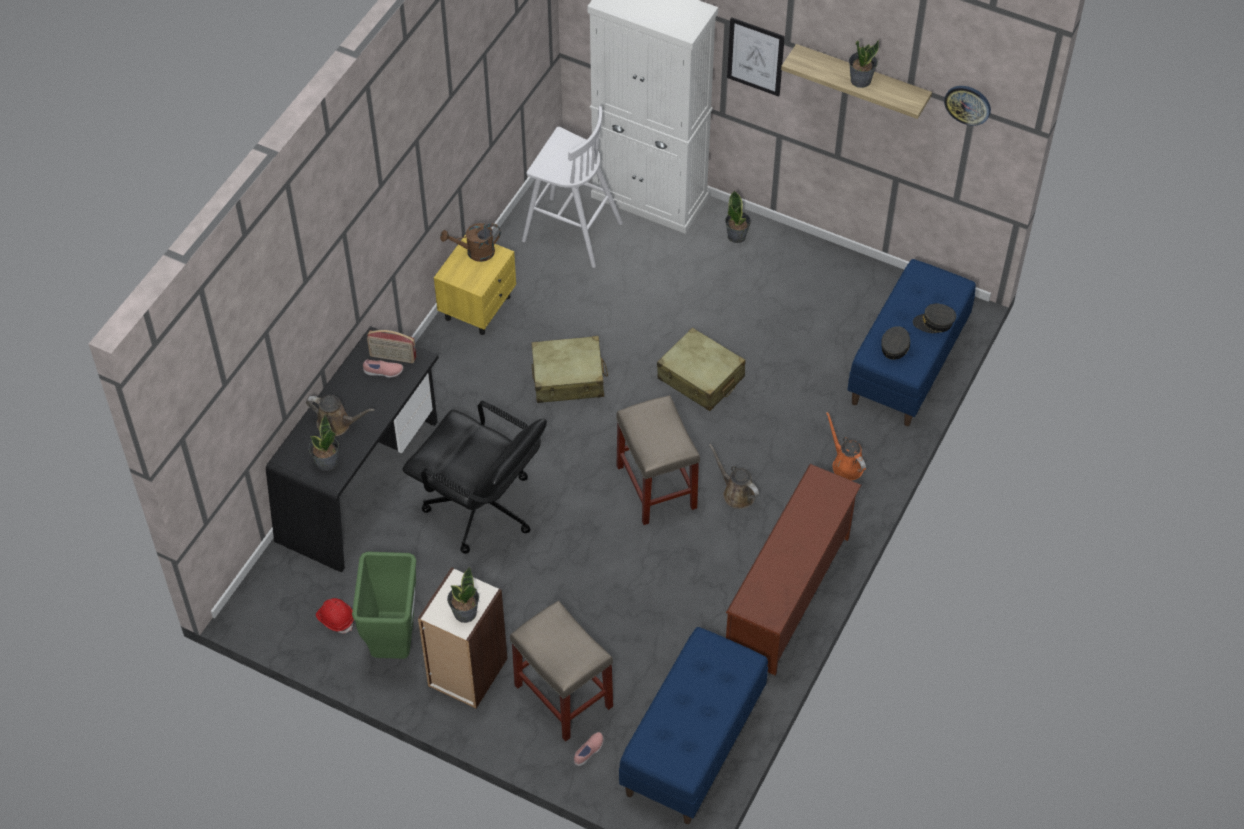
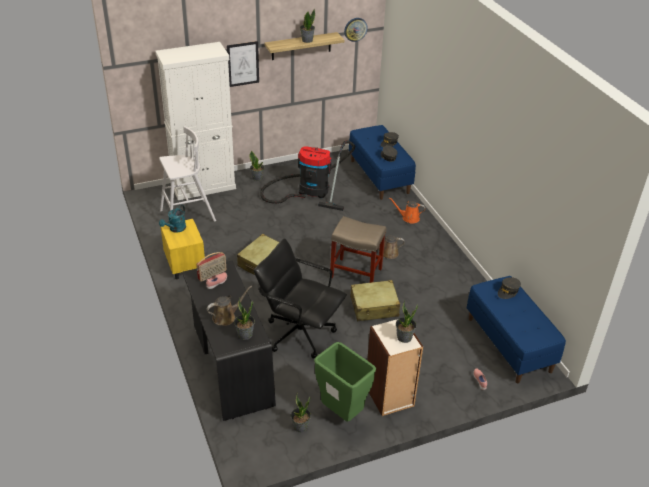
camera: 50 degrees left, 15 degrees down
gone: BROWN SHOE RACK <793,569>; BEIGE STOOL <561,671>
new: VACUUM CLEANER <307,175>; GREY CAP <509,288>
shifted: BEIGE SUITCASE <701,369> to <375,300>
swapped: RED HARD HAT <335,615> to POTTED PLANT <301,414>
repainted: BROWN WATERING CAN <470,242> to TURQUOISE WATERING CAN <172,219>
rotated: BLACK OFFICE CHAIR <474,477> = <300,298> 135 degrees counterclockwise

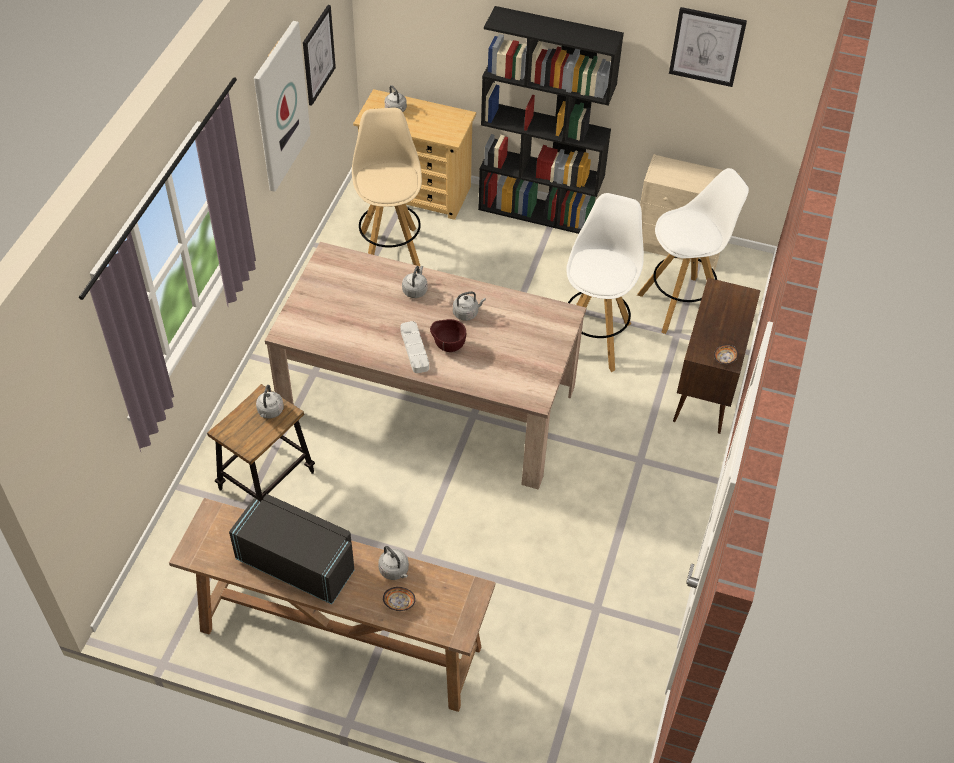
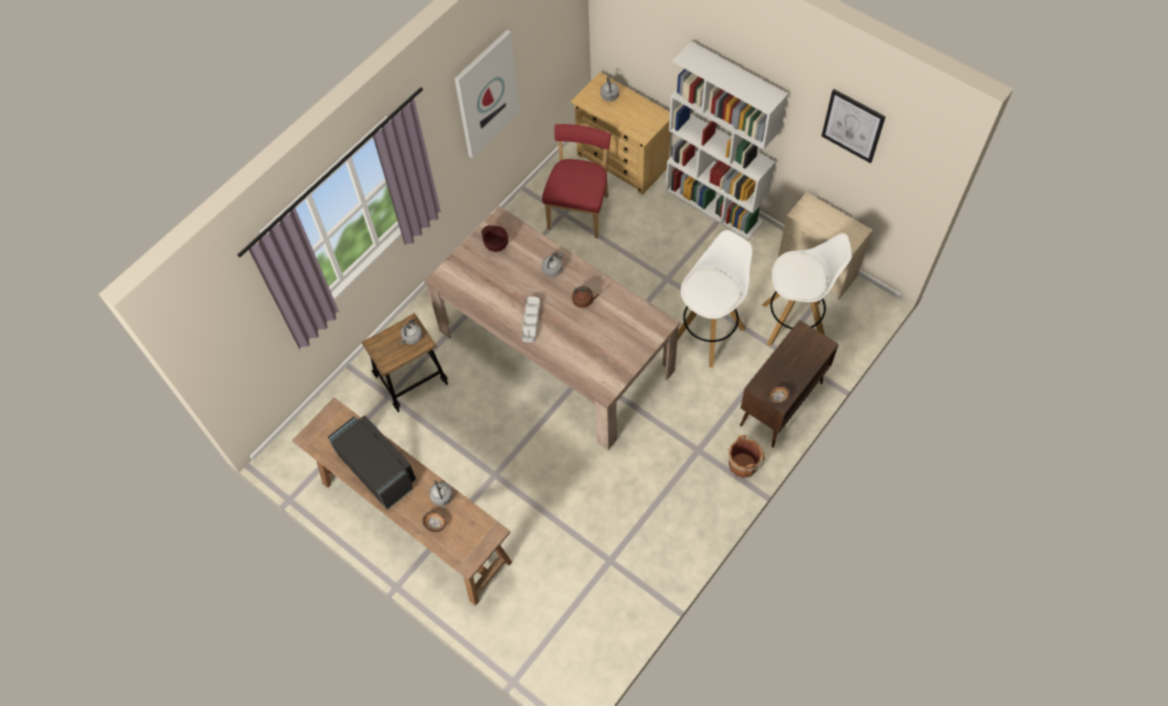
camera: 25 degrees right, 10 degrees up
gone: PICTURE <319,55>
new: BROWN BUCKET <746,457>
shifted: BROWN BOWL <448,335> to <494,238>
swapped: BEIGE STOOL <387,187> to RED CHAIR <576,181>
repainted: BLACK BOOKCASE <551,120> to WHITE BOOKCASE <726,140>; GREY KETTLE <469,306> to BROWN KETTLE <585,297>

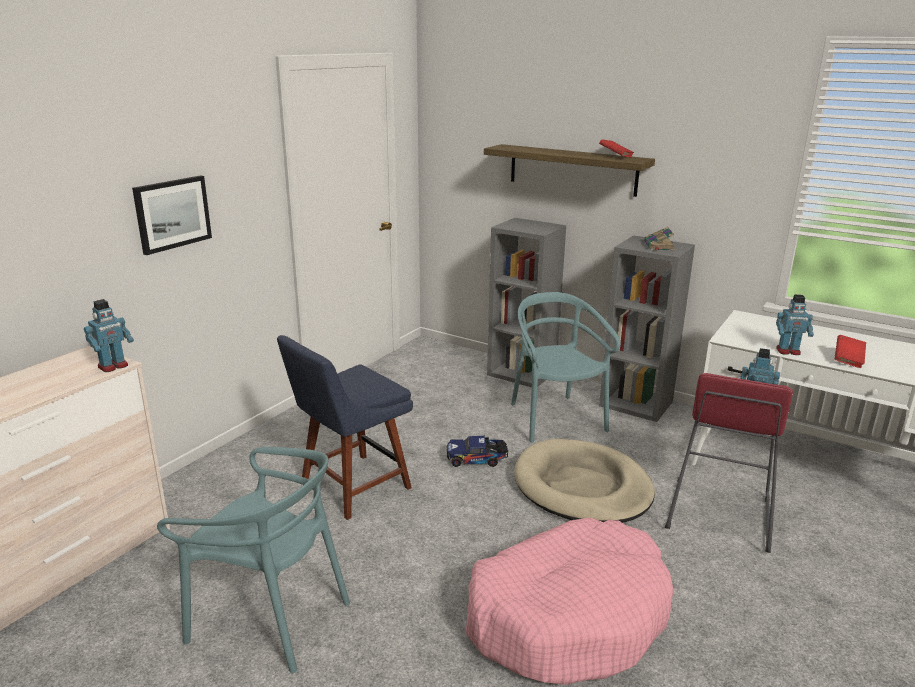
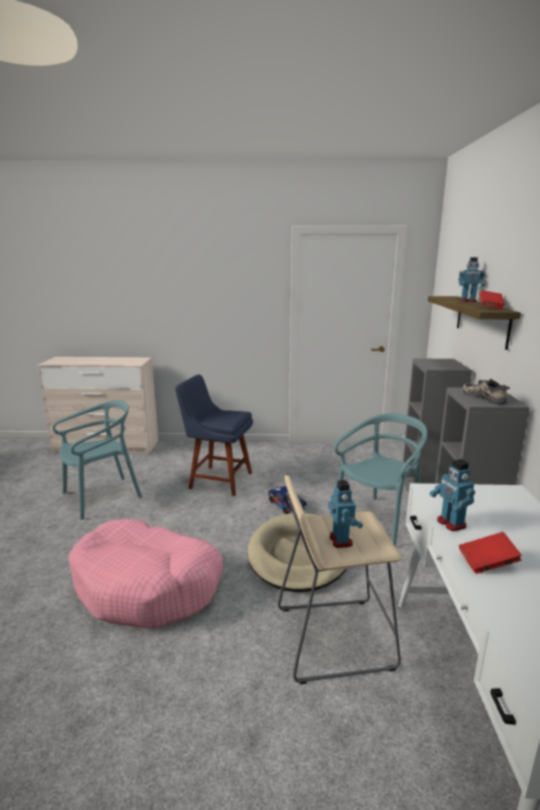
camera: 60 degrees right, 5 degrees down
gone: PICTURE <172,215>
shifted: TOY ROBOT <109,335> to <471,279>
swapped: BOOK <659,239> to SHOE <486,392>
repainted: RED STOOL <729,463> to BEIGE STOOL <340,579>
rotated: TURQUOISE CHAIR <253,560> = <97,460> 120 degrees counterclockwise

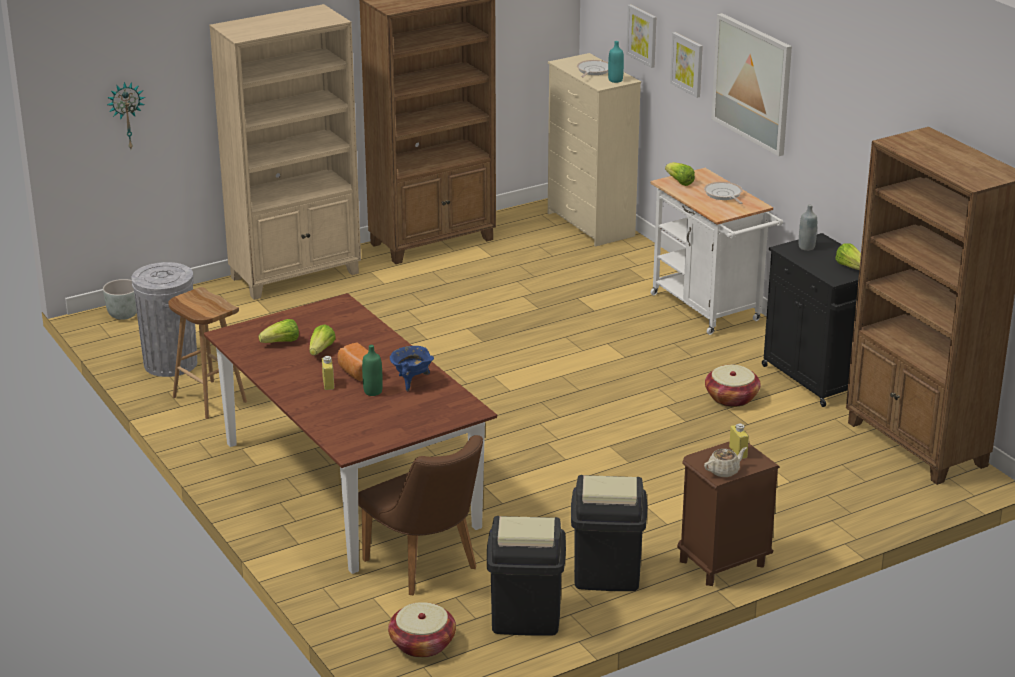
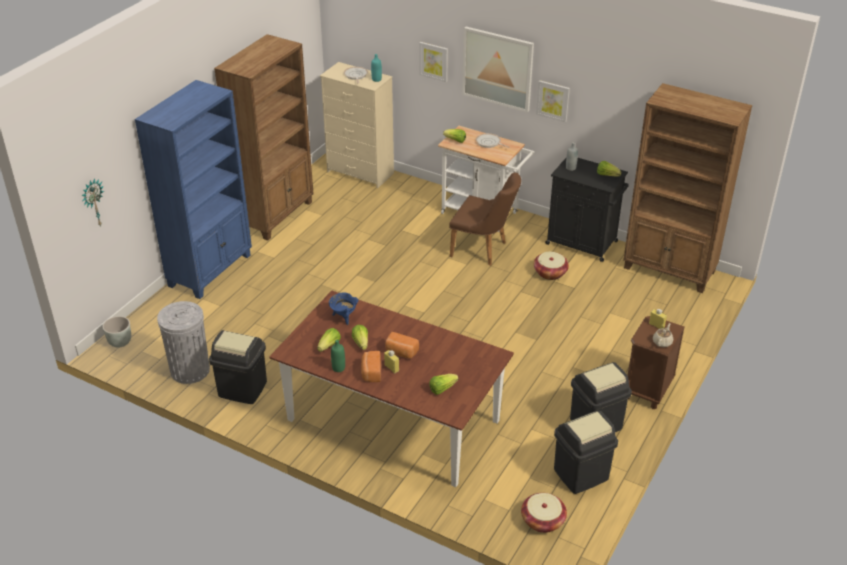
camera: 30 degrees left, 10 degrees up
new: BREAD <371,366>; LETTUCE <444,384>
shifted: PICTURE <641,36> to <553,101>; GREEN BOTTLE <372,370> to <338,356>; BLUE COOKING POT <412,369> to <343,309>; BROWN CHAIR <420,515> to <485,219>
swapped: BROWN STOOL <207,353> to BLACK TRASH CAN <238,367>
repainted: BEIGE BOOKCASE <285,152> to BLUE BOOKCASE <193,189>

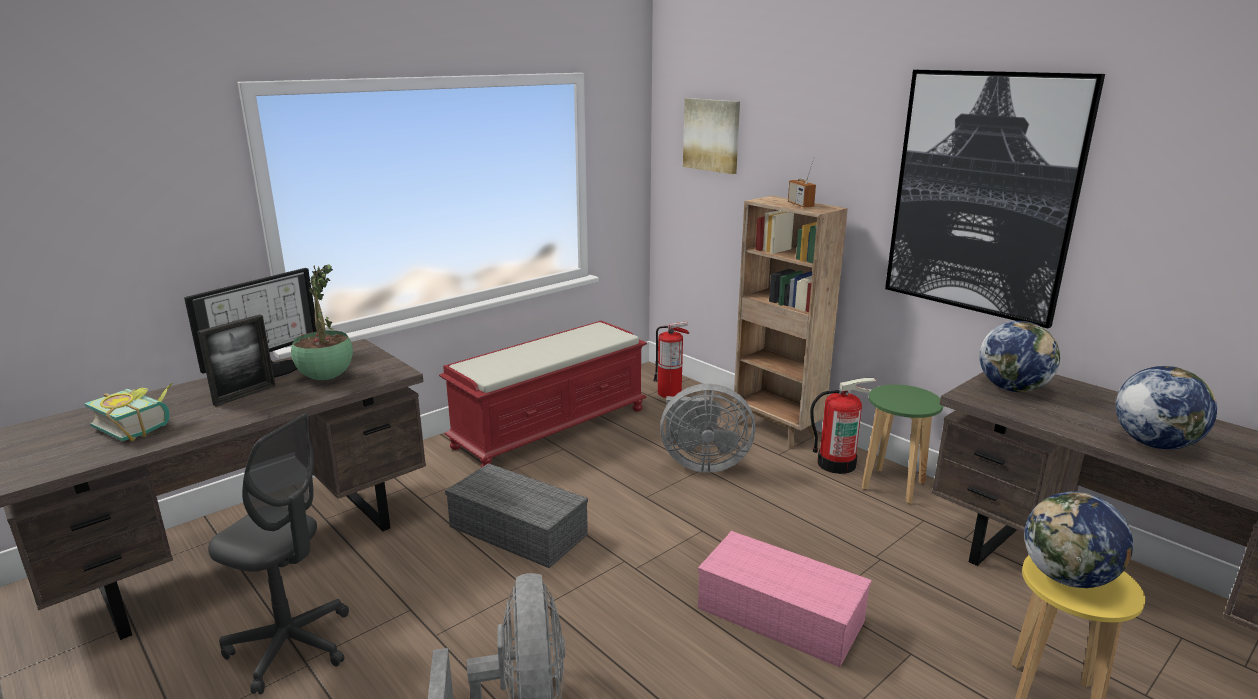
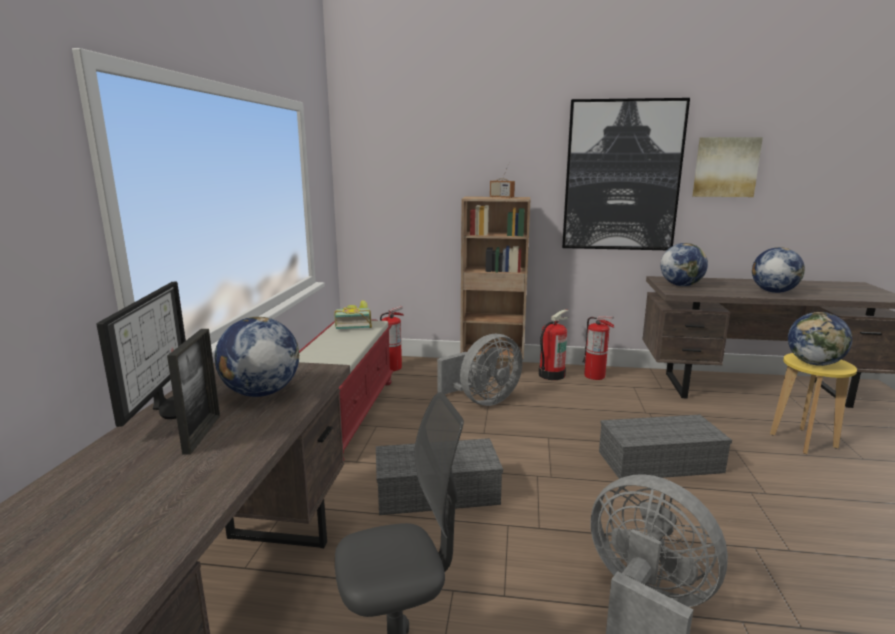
camera: 40 degrees left, 5 degrees down
shifted: PICTURE <711,136> to <727,167>; BOOK <128,412> to <353,314>
swapped: POTTED PLANT <322,322> to GLOBE <256,357>; GREEN STOOL <902,444> to FIRE EXTINGUISHER <598,348>
repainted: PINK STORAGE BOX <785,599> to GREY STORAGE BOX <665,447>

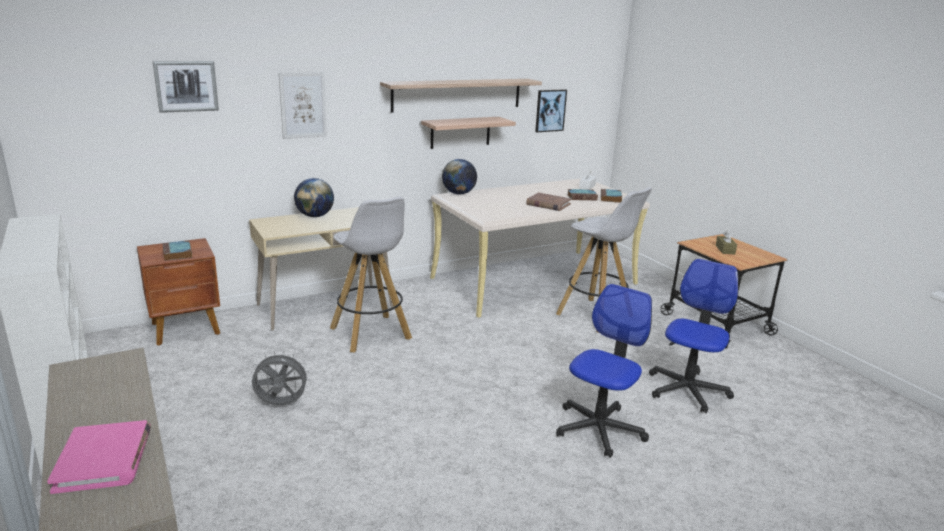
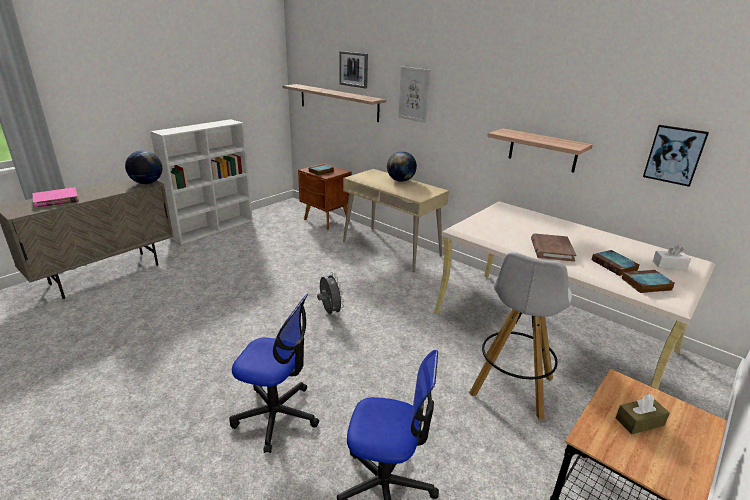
camera: 70 degrees right, 5 degrees up
gone: WHITE STOOL <371,274>
shifted: SHELF <461,96> to <334,103>; GLOBE <459,177> to <143,167>; GREY FAN <280,378> to <330,293>

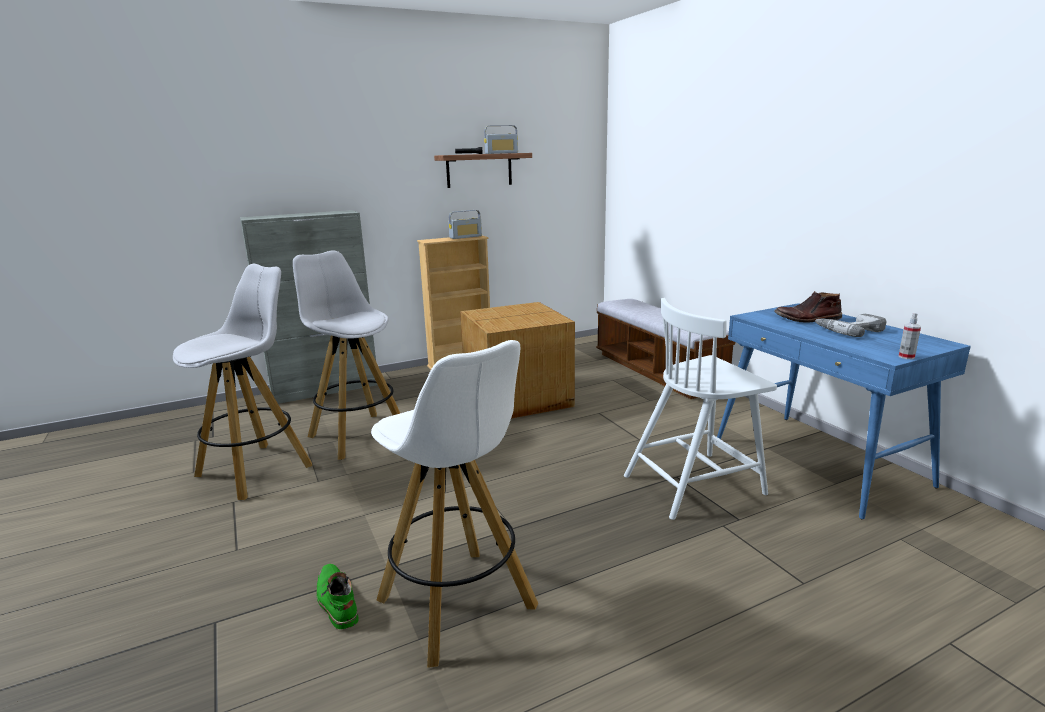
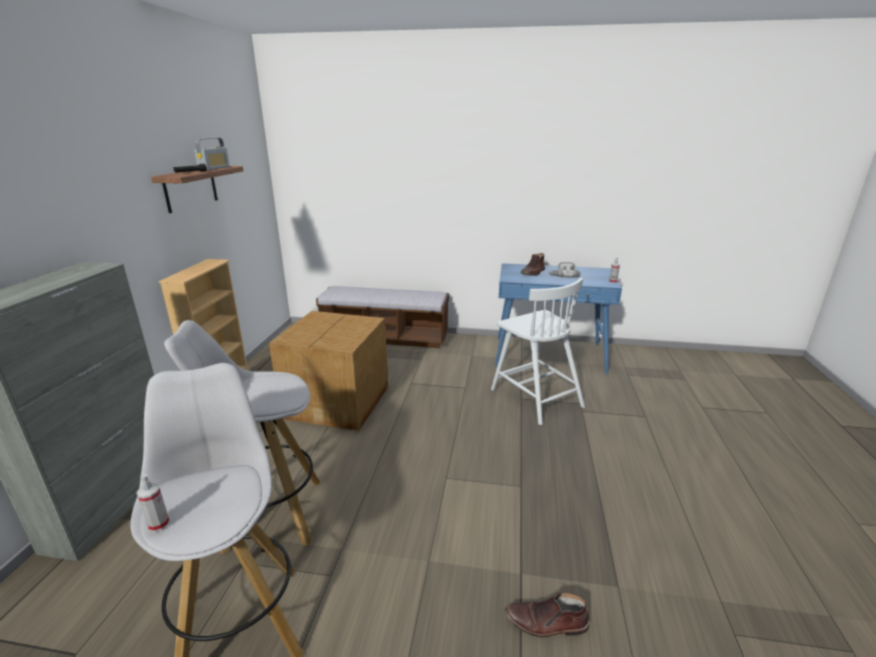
camera: 55 degrees left, 5 degrees up
gone: RADIO <465,224>; WHITE STOOL <454,504>
new: SPRAY BOTTLE <153,503>
repainted: GREEN BOOT <337,596> to BROWN BOOT <547,614>
rotated: WHITE CHAIR <700,409> = <538,351> 45 degrees counterclockwise

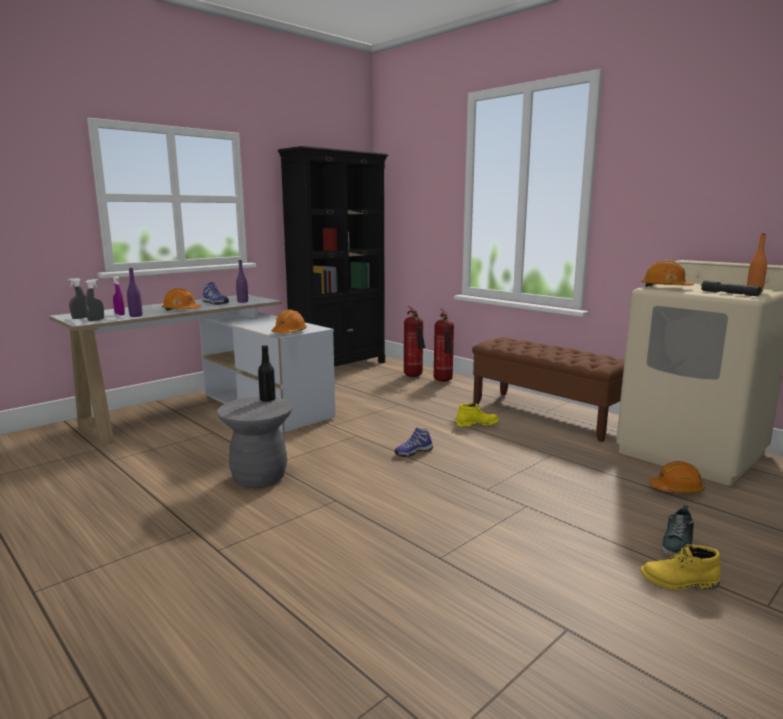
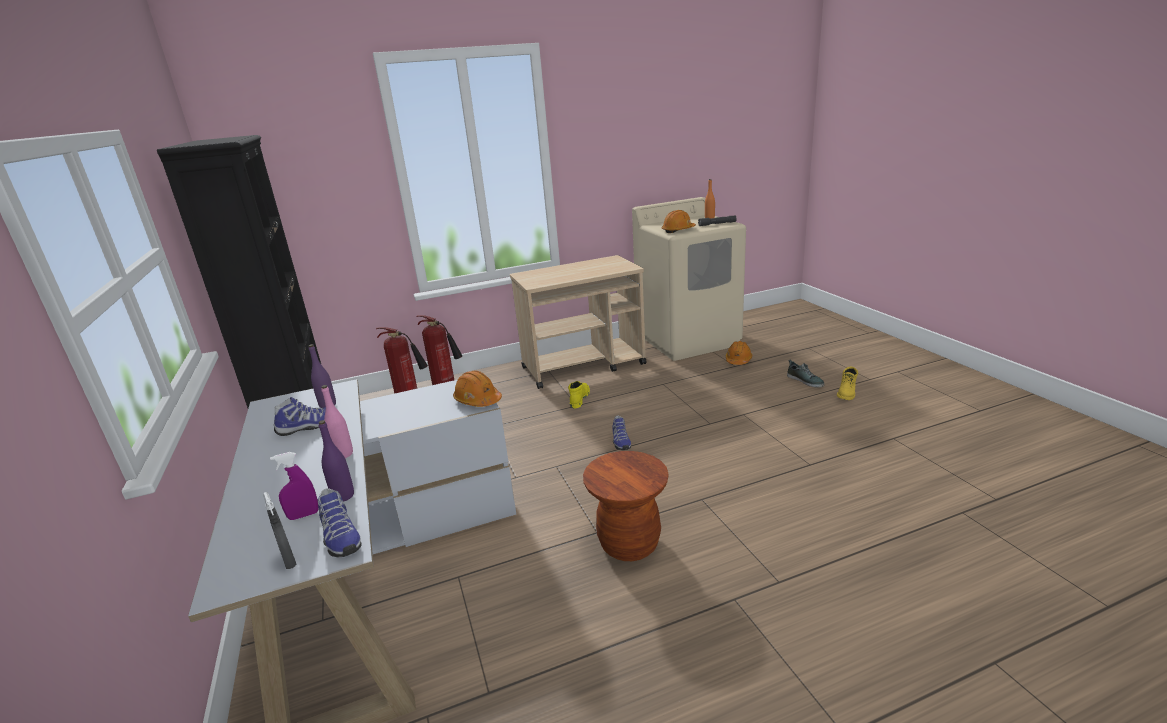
camera: 65 degrees left, 10 degrees up
gone: BLACK BOTTLE <267,373>
swapped: GREY SPRAY BOTTLE <94,300> to SHOE <340,522>; ORANGE HARD HAT <181,299> to PINK BOTTLE <337,421>; BROWN BENCH <548,389> to BEIGE CART <578,322>
repainted: GREY STOOL <255,442> to BROWN STOOL <626,506>

